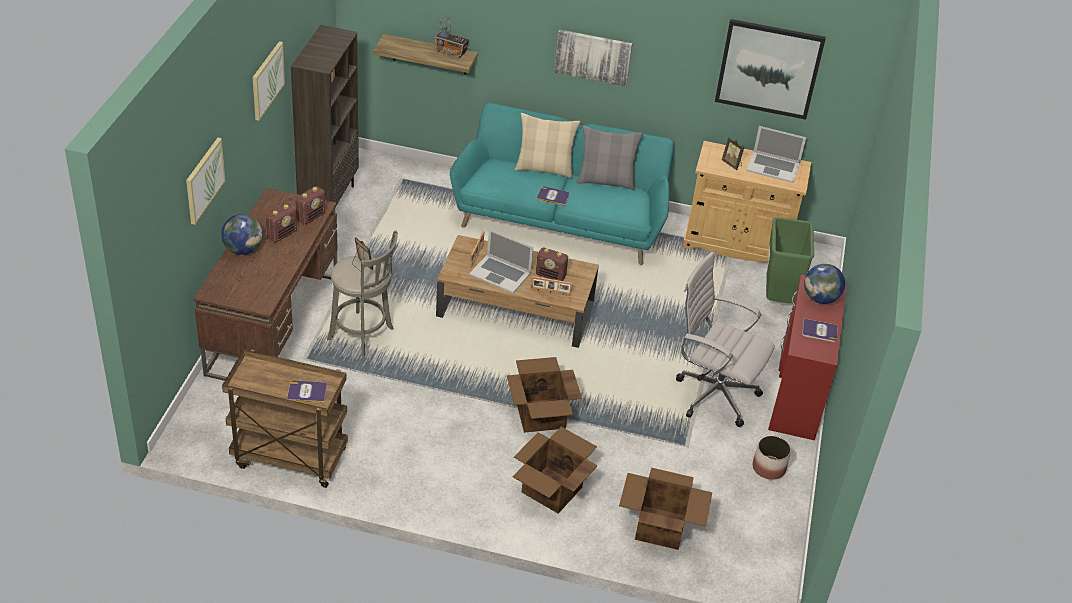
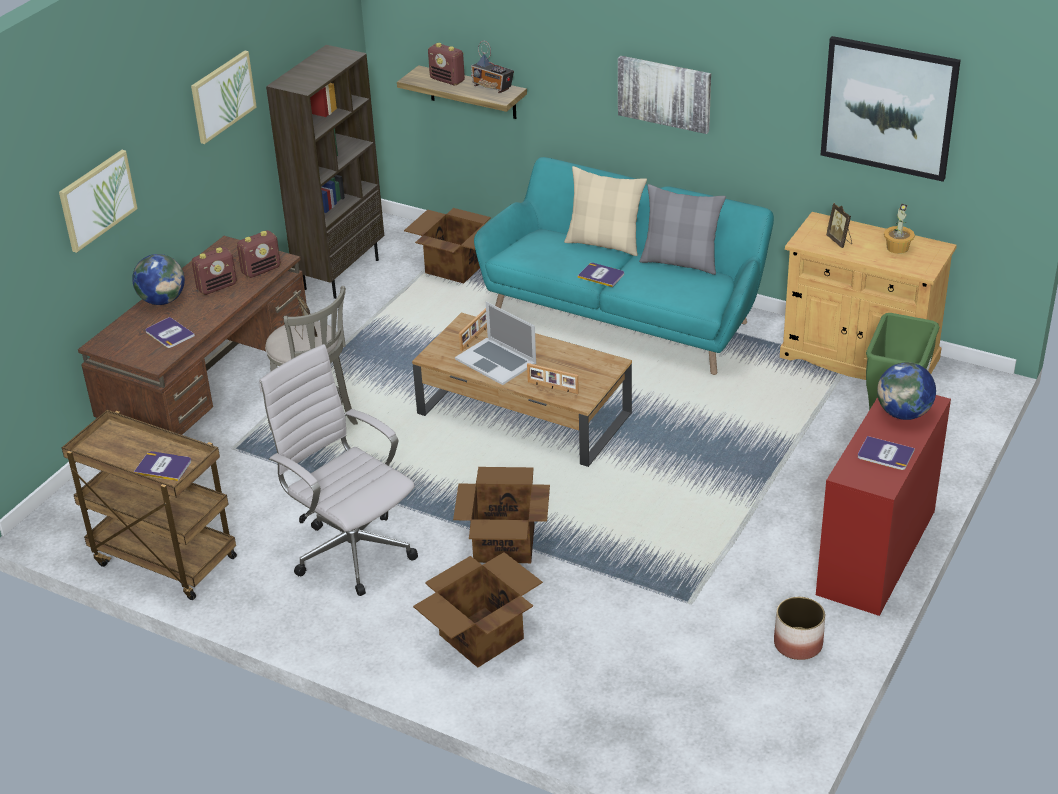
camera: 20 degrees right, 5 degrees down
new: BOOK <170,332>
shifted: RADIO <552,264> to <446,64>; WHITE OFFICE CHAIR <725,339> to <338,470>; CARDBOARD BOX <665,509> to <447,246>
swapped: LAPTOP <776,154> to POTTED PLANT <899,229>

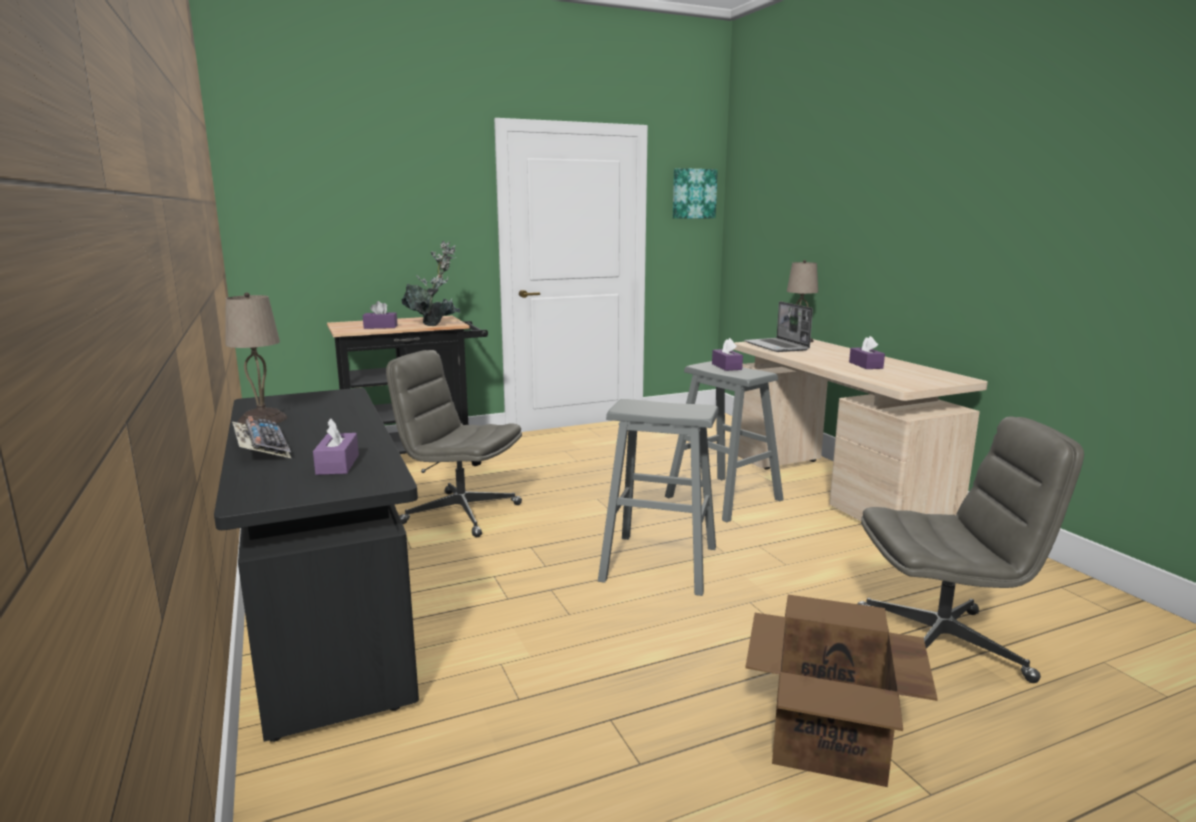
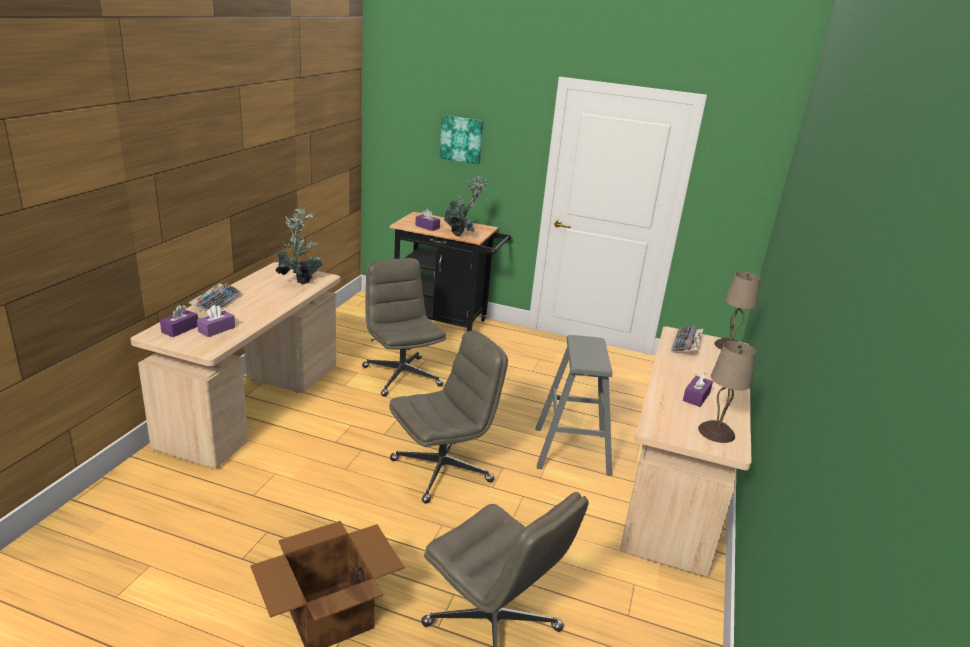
camera: 40 degrees right, 10 degrees up
new: POTTED PLANT <300,246>
shifted: PICTURE <695,193> to <461,140>; BEIGE TABLE LAMP <257,358> to <727,392>; PURPLE TISSUE BOX <727,354> to <179,321>
swapped: LAPTOP <778,326> to KEYBOARD <687,339>; GREY STOOL <658,497> to GREY OFFICE CHAIR <448,417>
repainted: BLACK DESK <316,565> to BEIGE DESK <235,365>

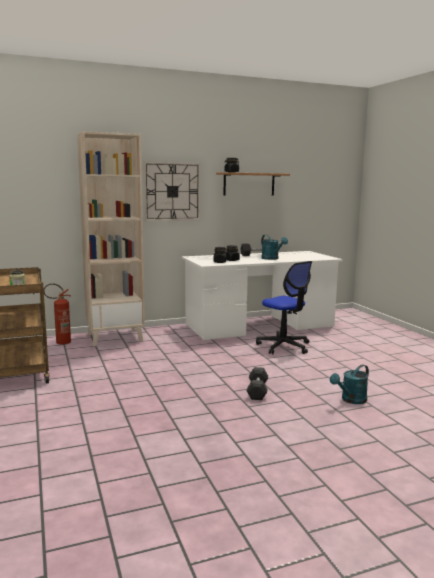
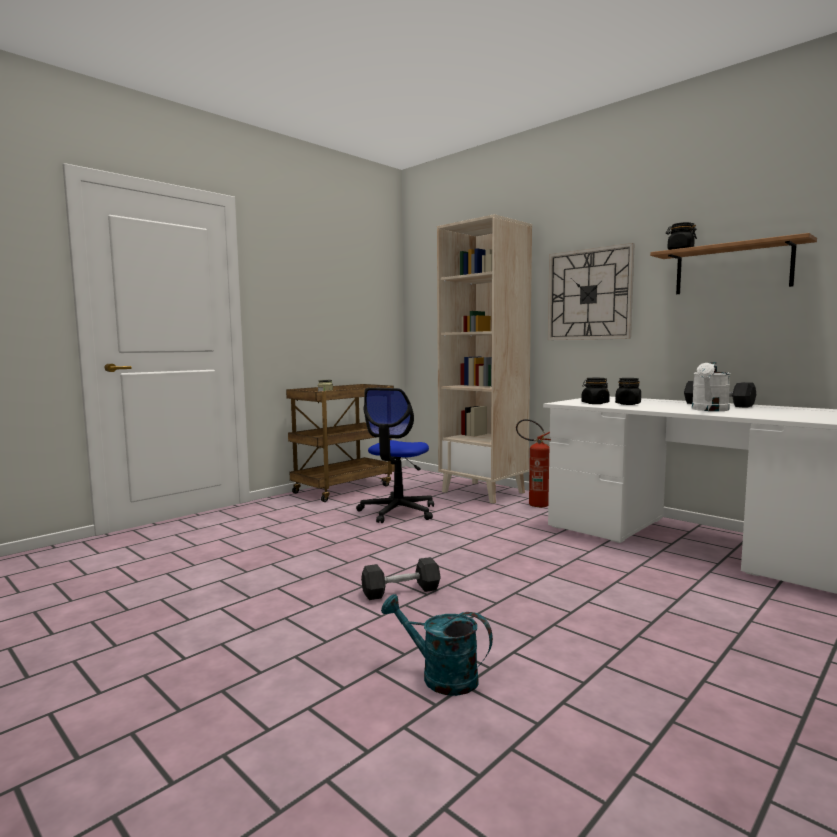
camera: 65 degrees right, 5 degrees down
shifted: OFFICE CHAIR <284,307> to <395,455>; FIRE EXTINGUISHER <57,314> to <533,463>
repainted: TURQUOISE WATERING CAN <274,247> to WHITE WATERING CAN <711,386>

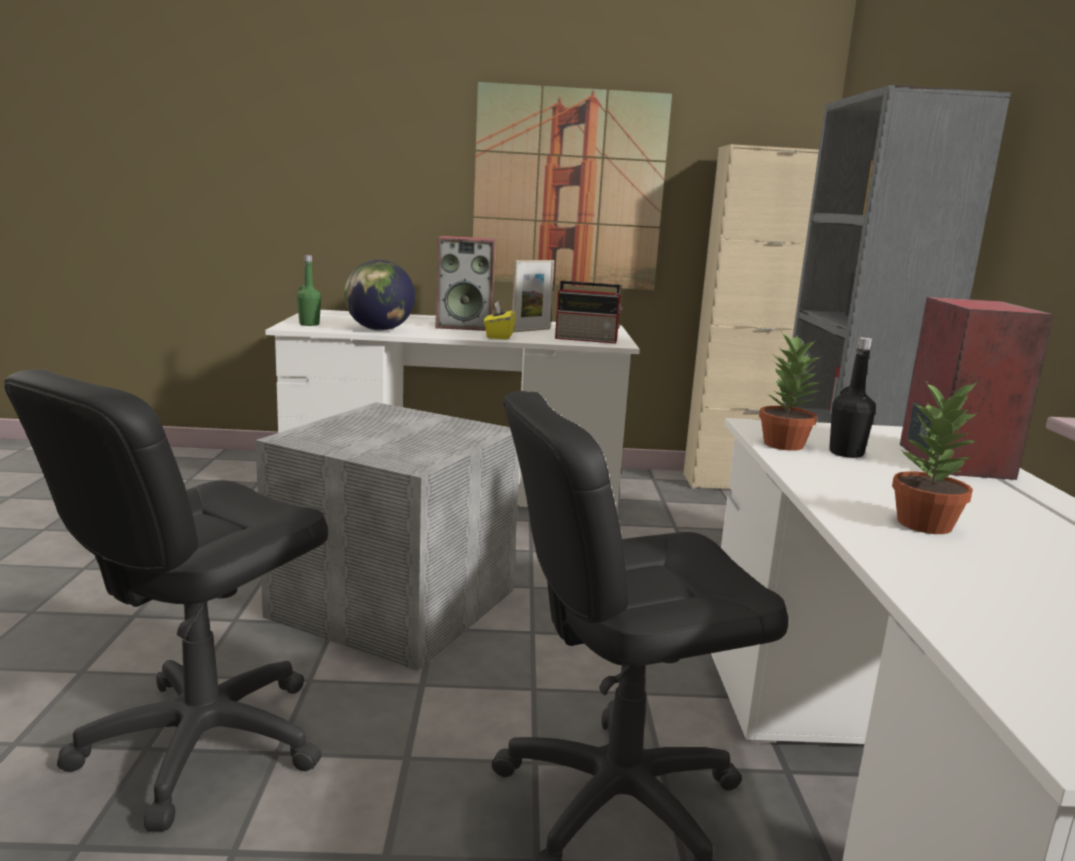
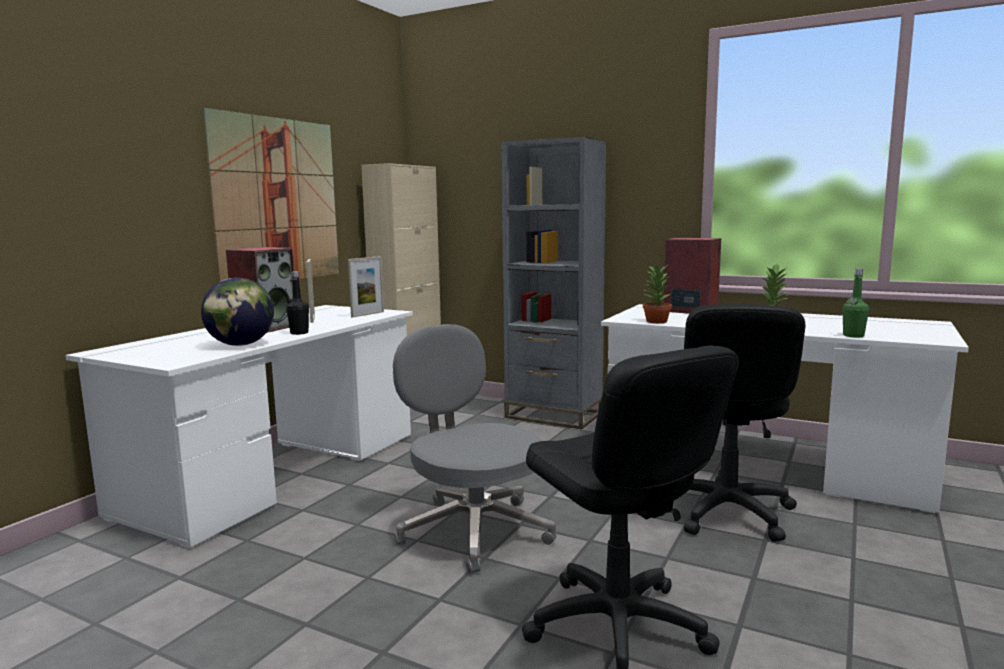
camera: 60 degrees left, 5 degrees down
gone: YELLOW TISSUE BOX <500,320>
shifted: GREEN BOTTLE <309,290> to <856,303>; BLACK BOTTLE <852,397> to <297,303>
swapped: RADIO <589,312> to PICTURE FRAME <366,286>; GREY STORAGE BOX <387,536> to GREY OFFICE CHAIR <474,449>

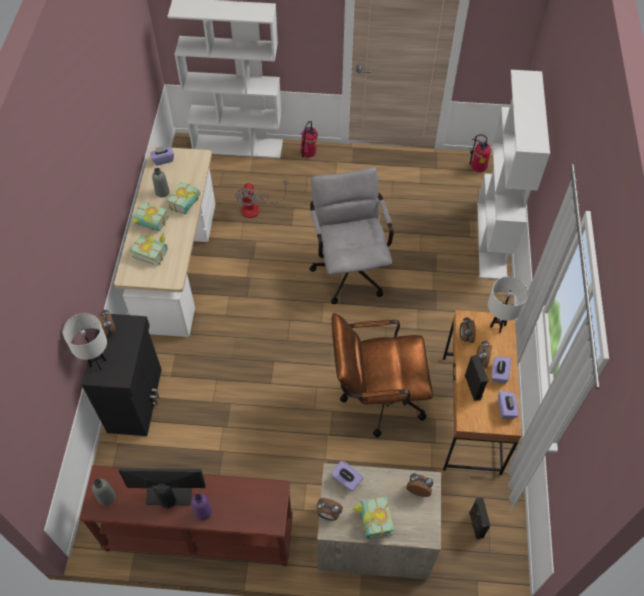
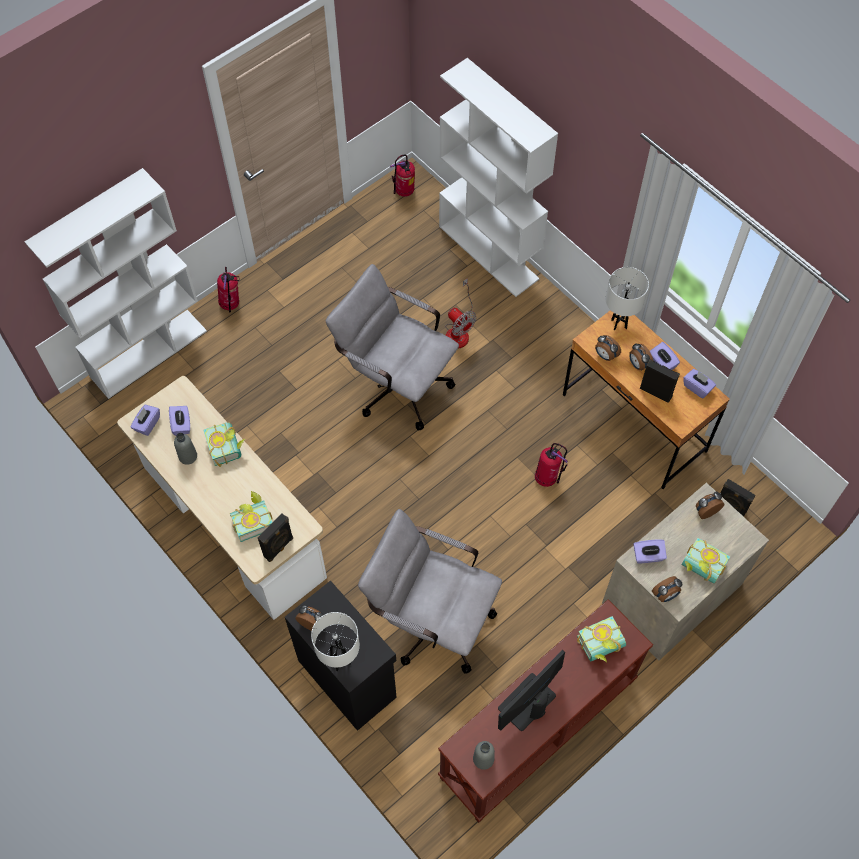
camera: 45 degrees left, 5 degrees up
gone: PURPLE BOTTLE <201,507>
new: PURPLE TISSUE BOX <179,421>; GREY OFFICE CHAIR <430,591>; BLACK SPEAKER <275,537>
shifted: FAN <261,198> to <460,313>; BOOK <150,216> to <601,639>
swapped: BROWN OFFICE CHAIR <382,375> to FIRE EXTINGUISHER <551,465>

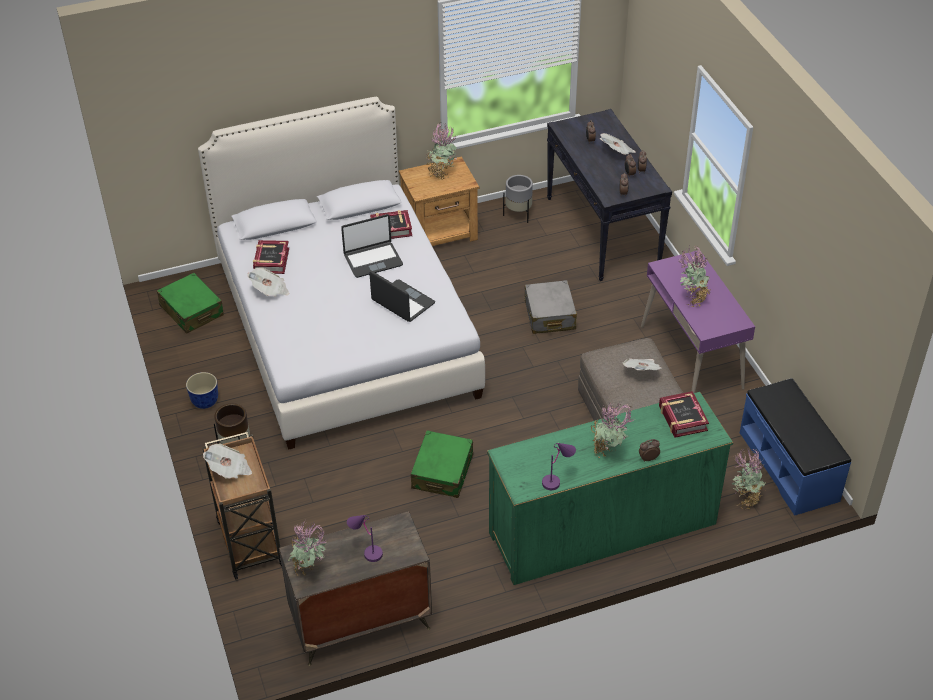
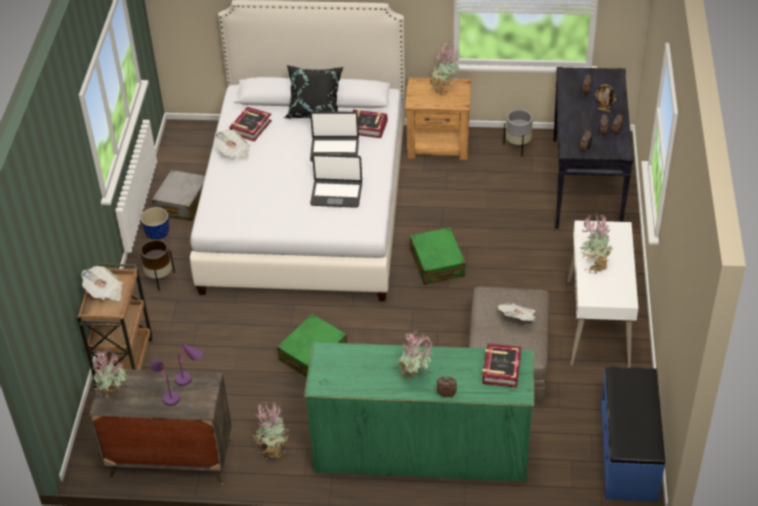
camera: 25 degrees right, 0 degrees up
new: BLACK PILLOW <313,91>
shifted: GREEN SUITCASE <190,303> to <438,256>; GREY SUITCASE <550,307> to <178,195>; PURPLE TABLE LAMP <559,466> to <189,365>; POTTED PLANT <749,478> to <270,431>
swapped: NEWSPAPER <618,144> to PICTURE FRAME <605,98>
repainted: PURPLE DESK <698,321> to WHITE DESK <603,294>
rotated: LAPTOP <402,296> = <336,181> 120 degrees clockwise

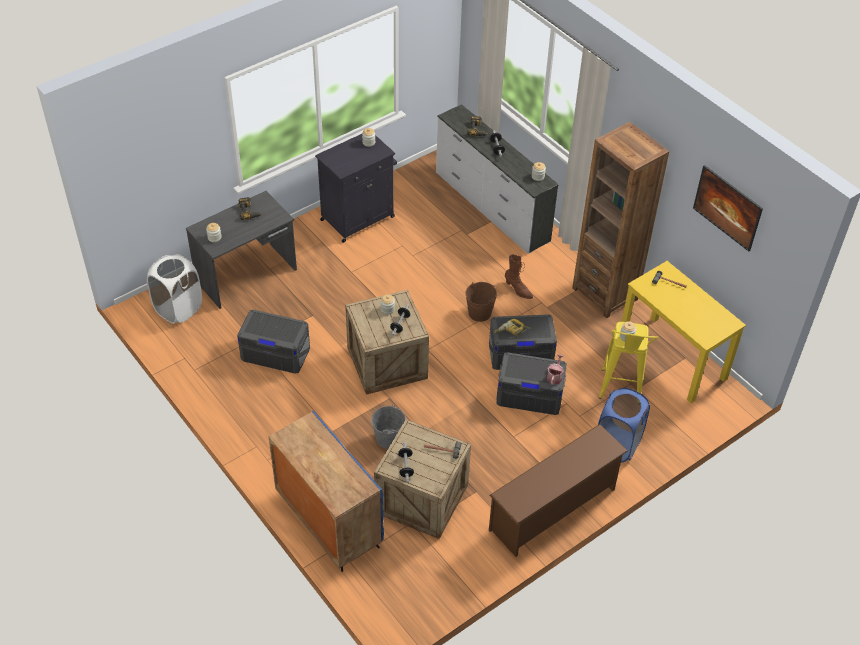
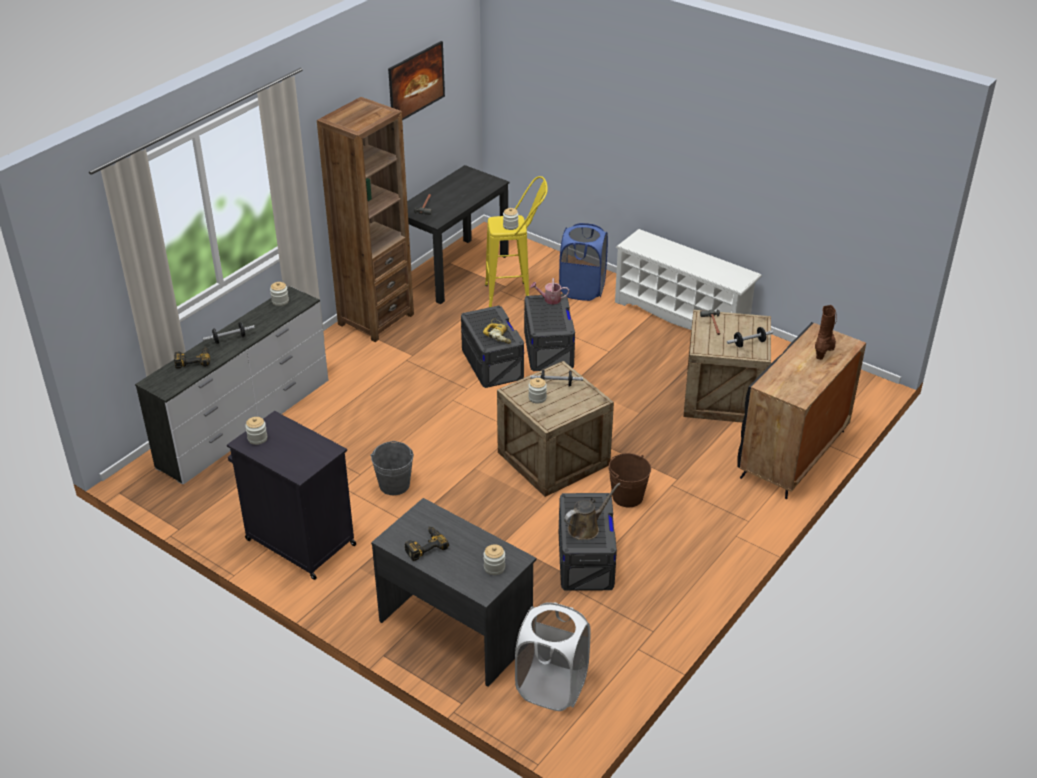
camera: 105 degrees left, 10 degrees down
new: BROWN WATERING CAN <592,511>
shifted: BROWN BOOT <519,276> to <826,332>; BROWN BUCKET <481,302> to <629,480>; GREY BUCKET <388,427> to <392,468>
repainted: YELLOW DESK <684,332> to BLACK DESK <458,234>; BLUE CABINET <326,491> to BLACK CABINET <801,410>; BROWN SHOE RACK <558,490> to WHITE SHOE RACK <688,279>

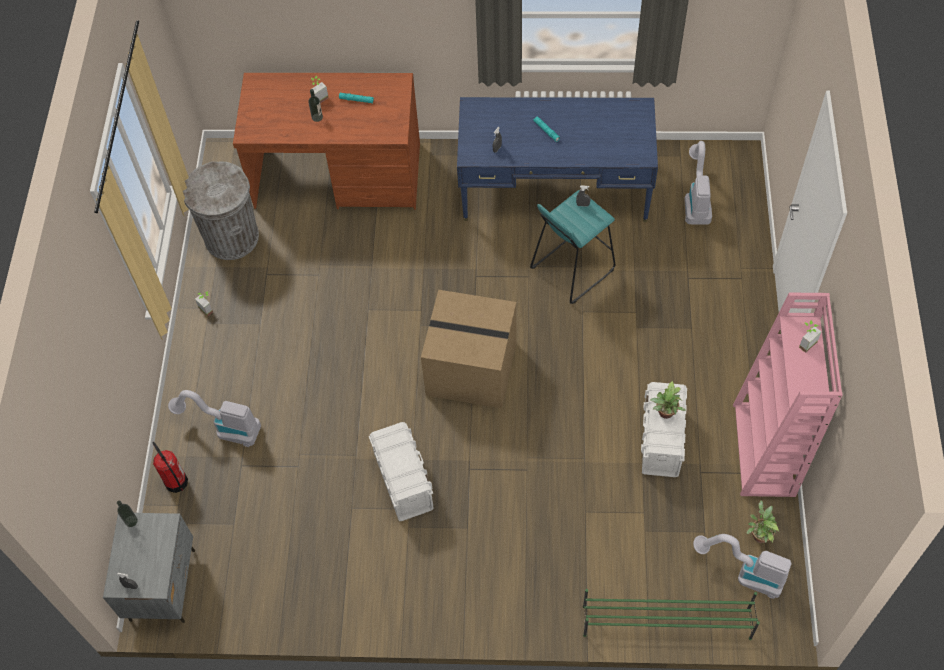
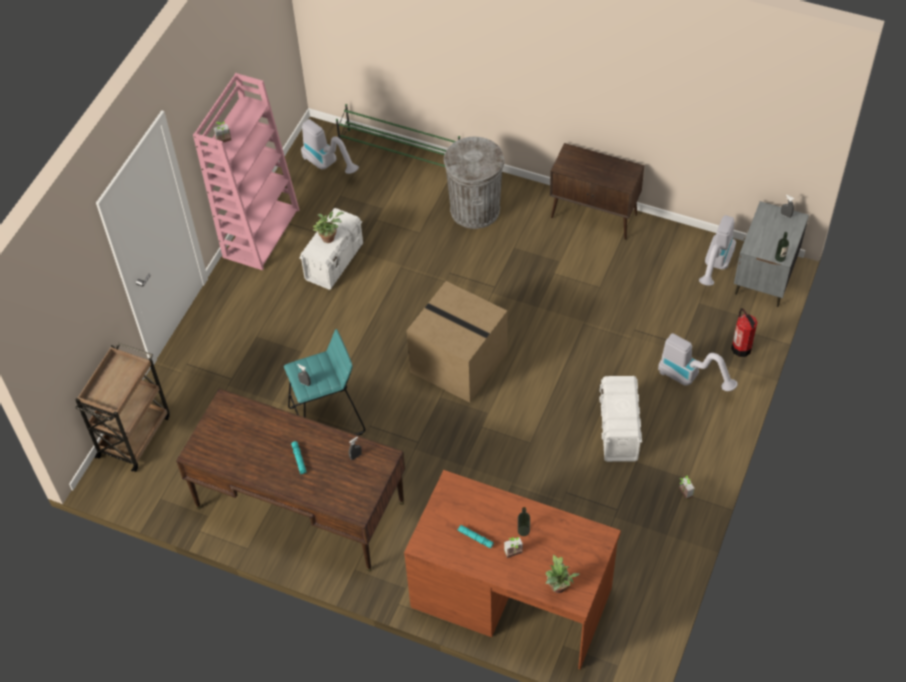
camera: 160 degrees left, 5 degrees down
new: BROWN CABINET <597,191>; BROWN CART <122,407>
shifted: VACUUM CLEANER <698,182> to <717,250>; GREY TRASH CAN <221,211> to <474,183>; WHITE STORAGE BOX <401,471> to <620,419>; POTTED PLANT <763,521> to <562,573>
repainted: BLUE DESK <557,159> to BROWN DESK <290,479>

